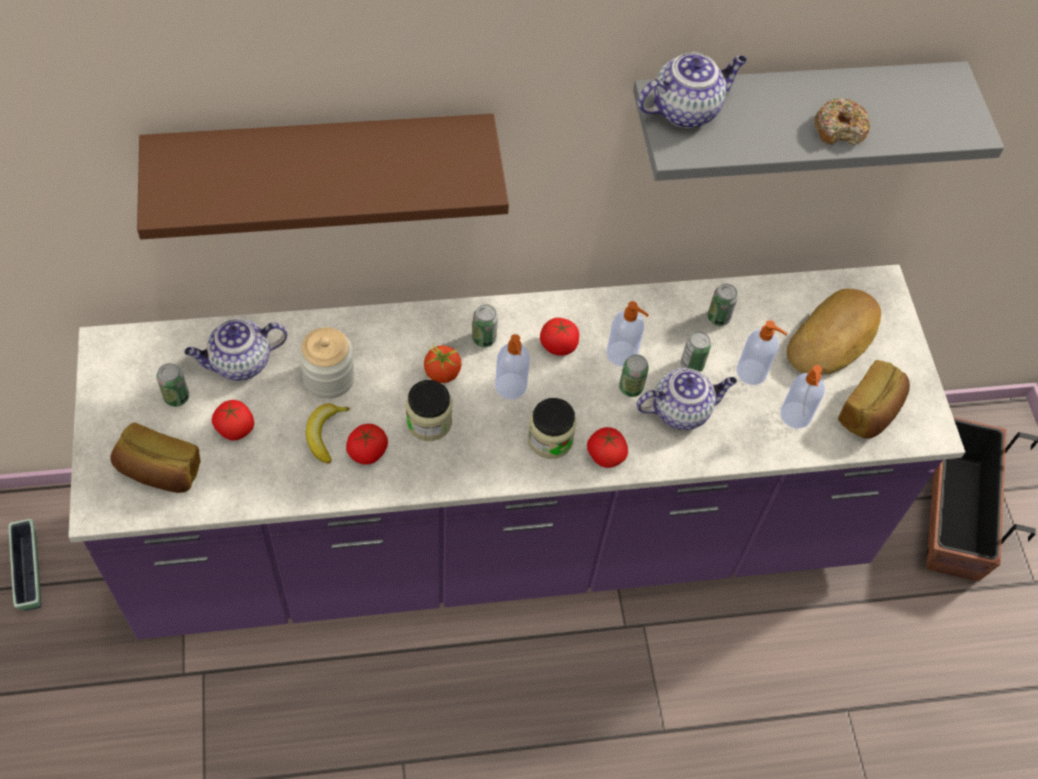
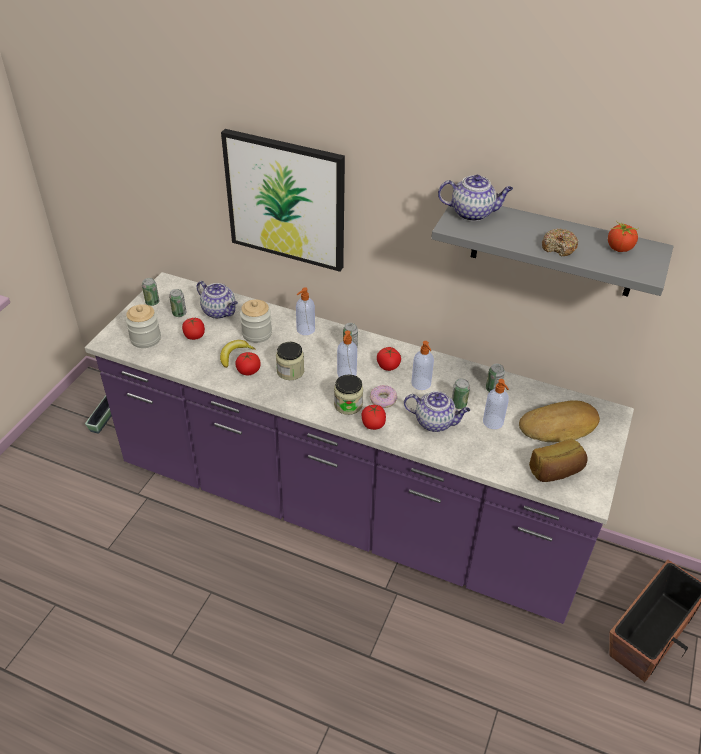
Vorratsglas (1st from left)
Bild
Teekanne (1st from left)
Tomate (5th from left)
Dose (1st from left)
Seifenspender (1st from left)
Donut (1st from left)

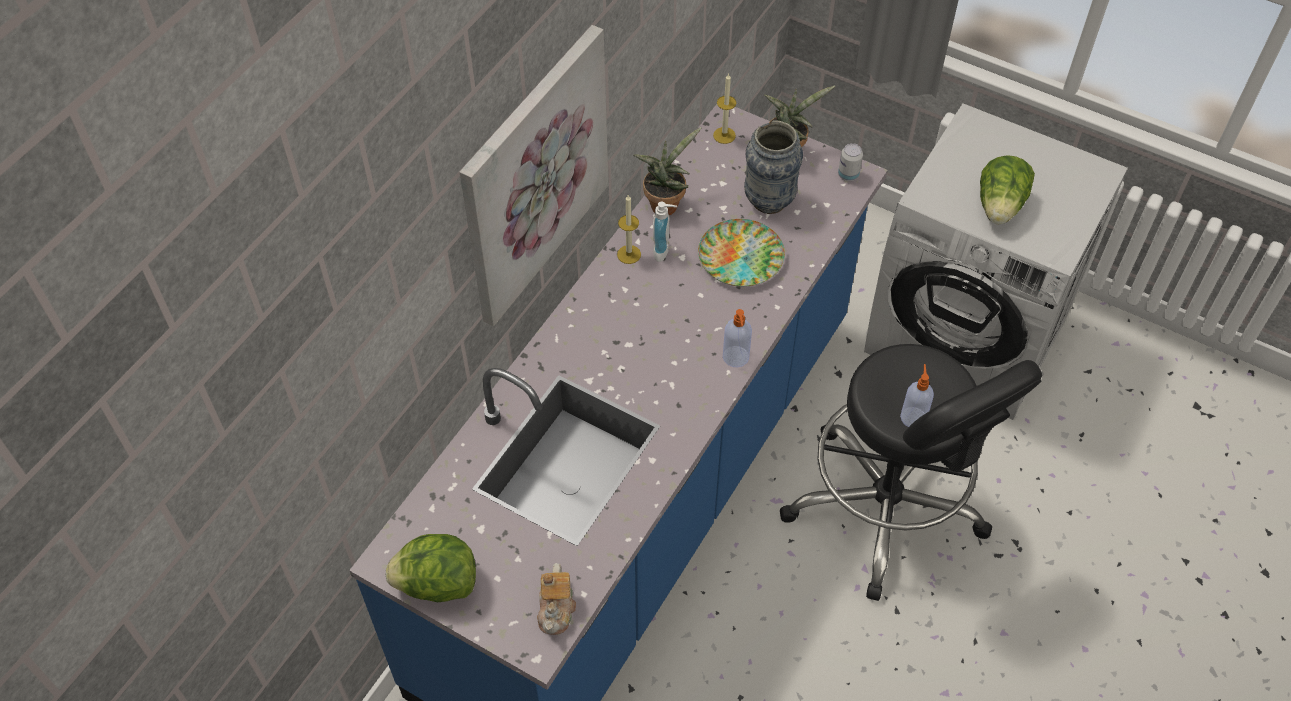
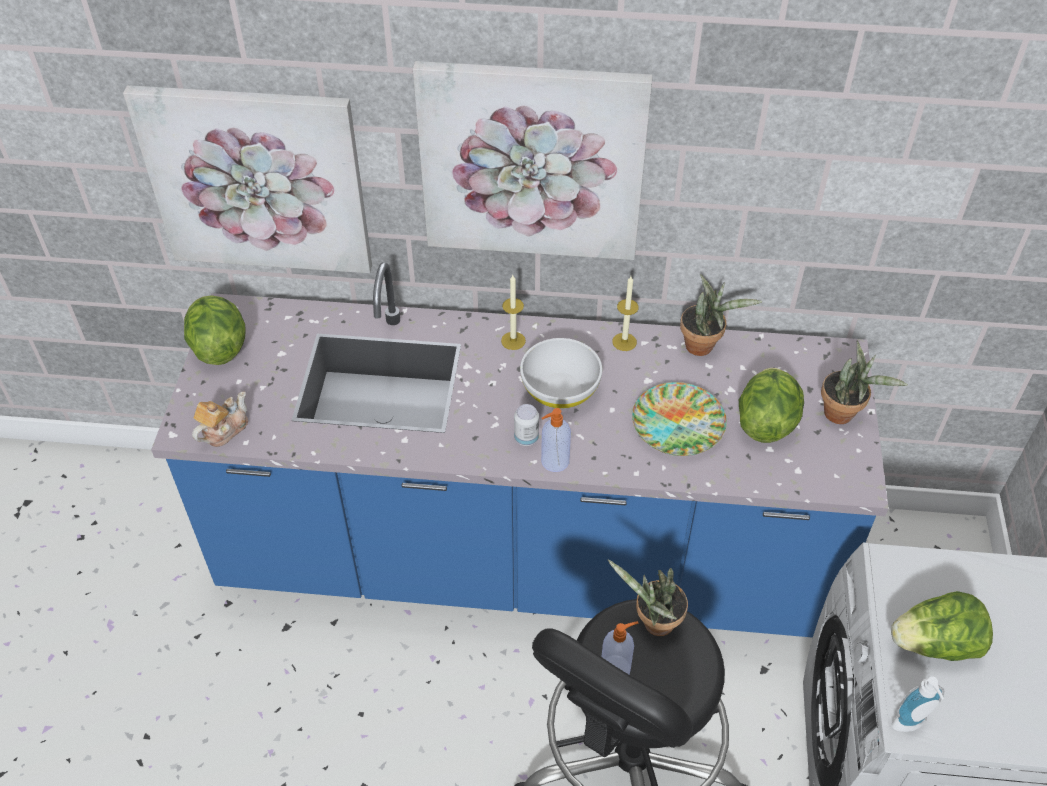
Teekanne
Seifenspender (3rd from left)
Kerze (1st from left)
Salatkopf (2nd from left)
Dose
Bild (1st from left)
Schüssel/weiß
Topfpflanze (1st from left)

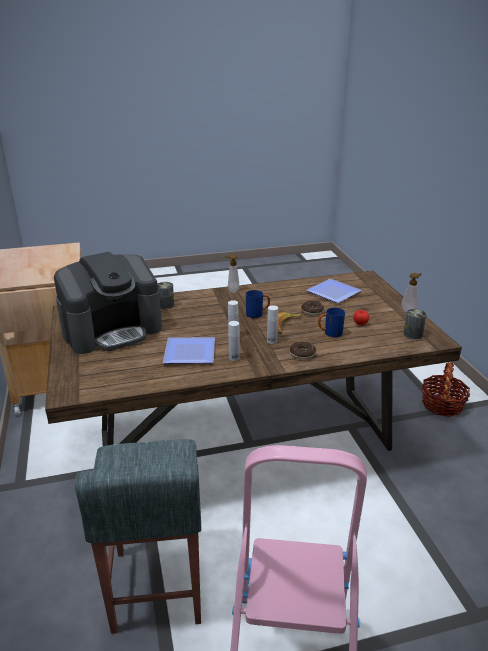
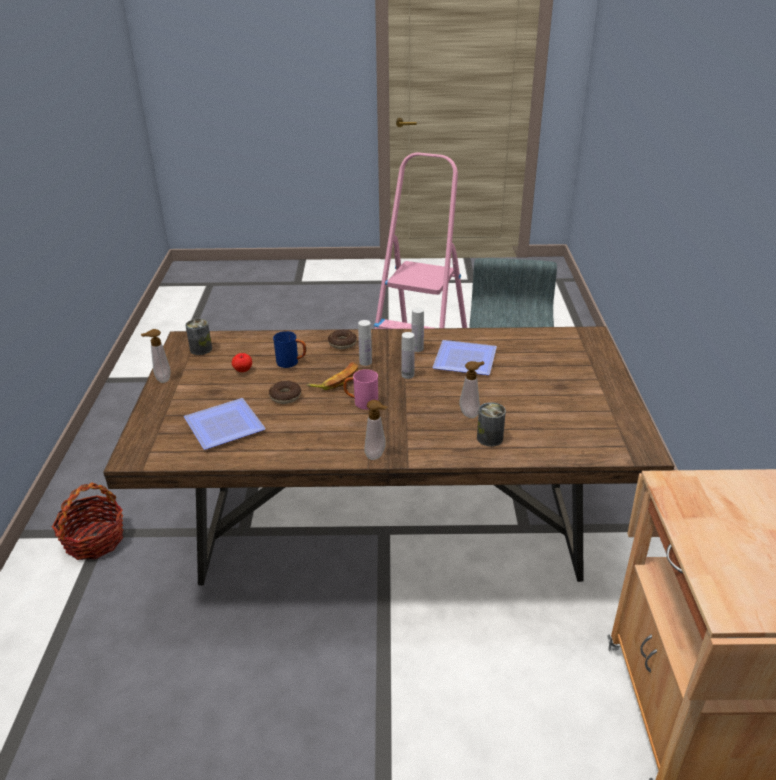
Kaffeemaschine
Henkelbecher/rosa
Seifenspender (3rd from left)

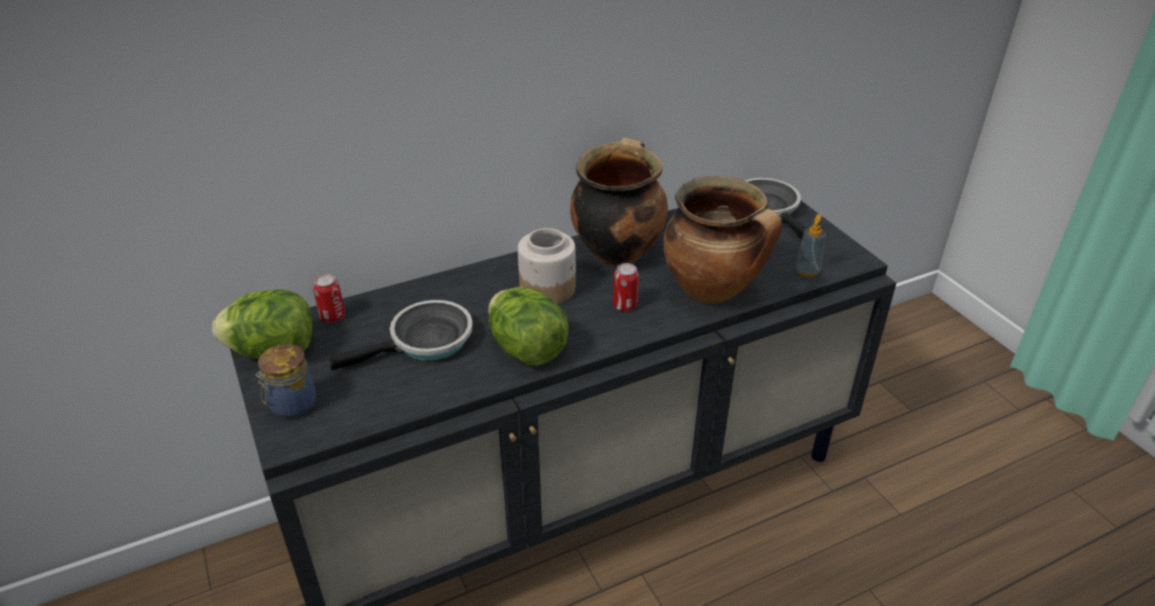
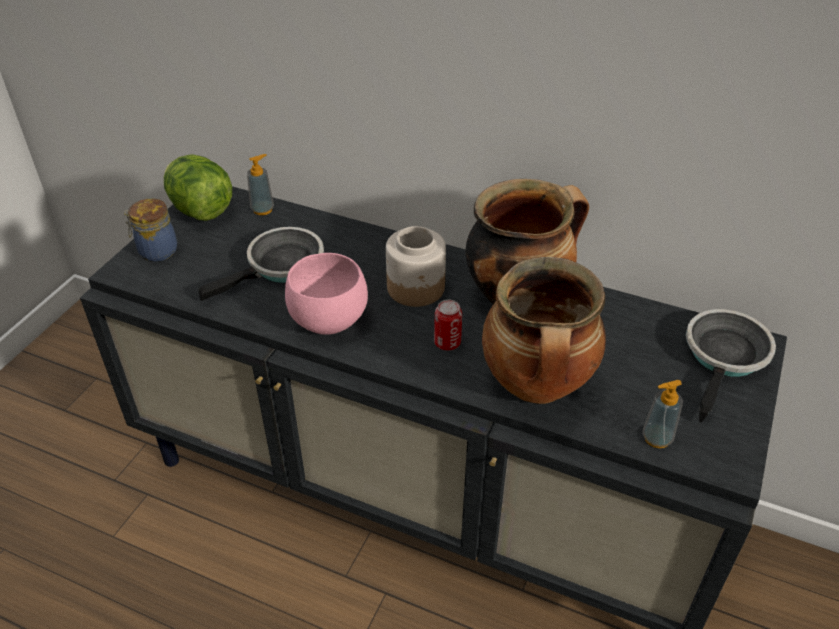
Seifenspender (1st from left)
Pfanne (1st from left)
Schüssel/rosa

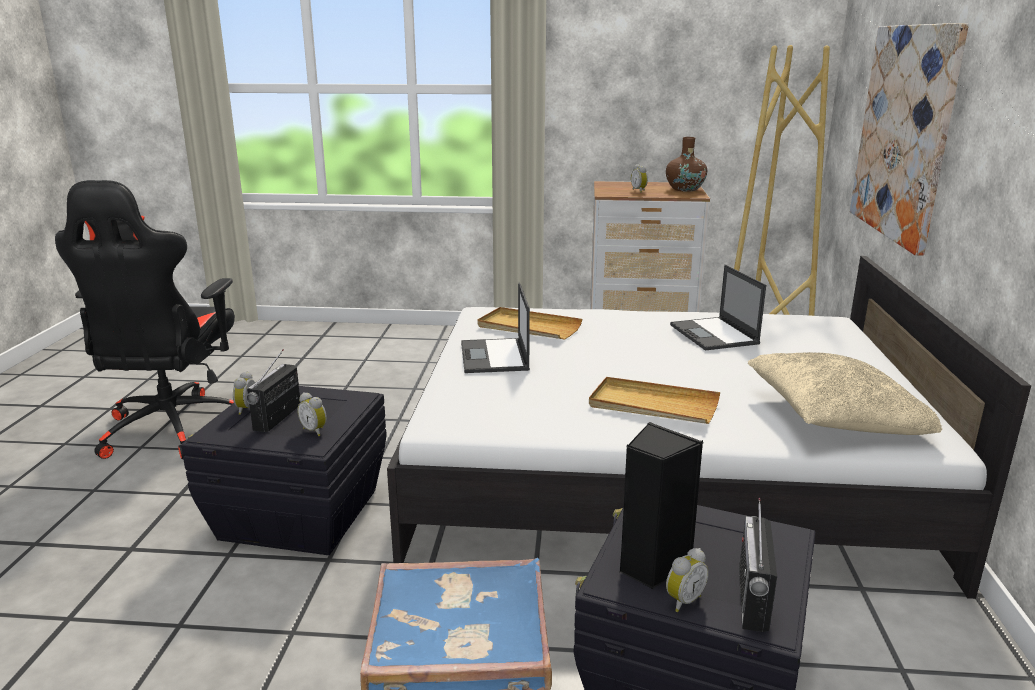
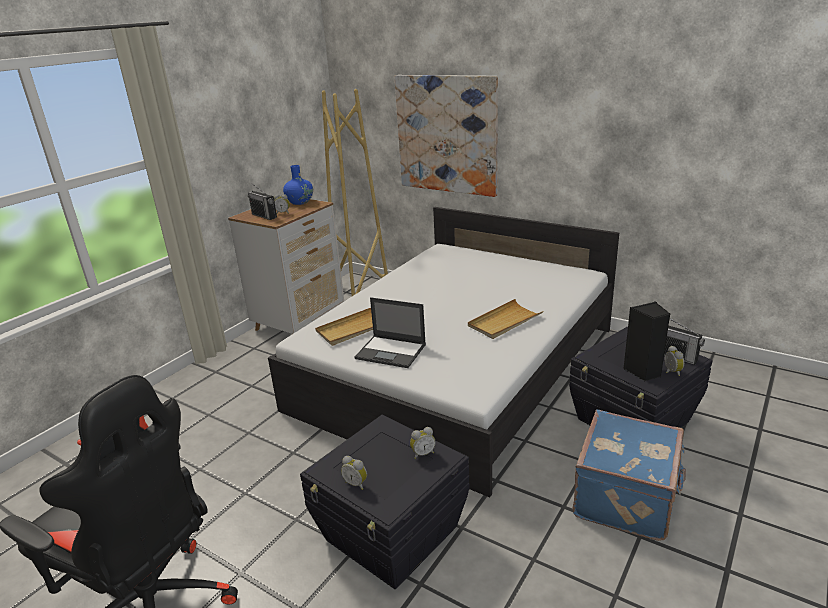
Radio (1st from left)
Vase/blau
Laptop (2nd from left in the first image)
Kissen/beige

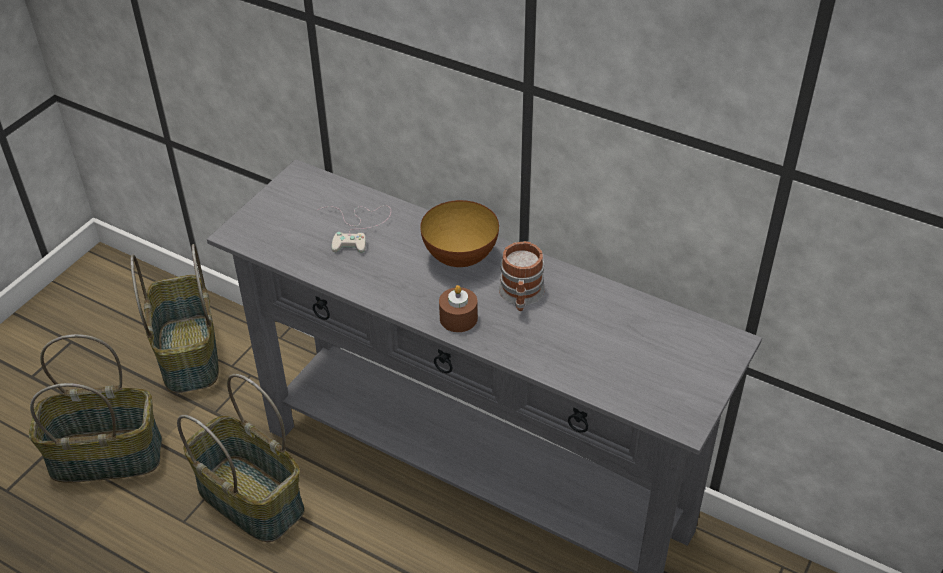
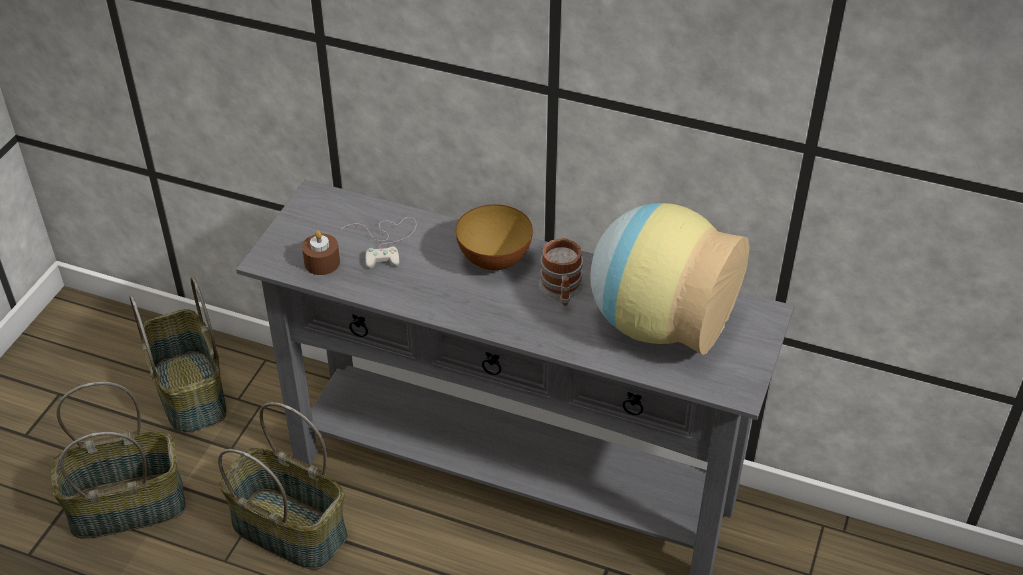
Kerze/braun
Vase

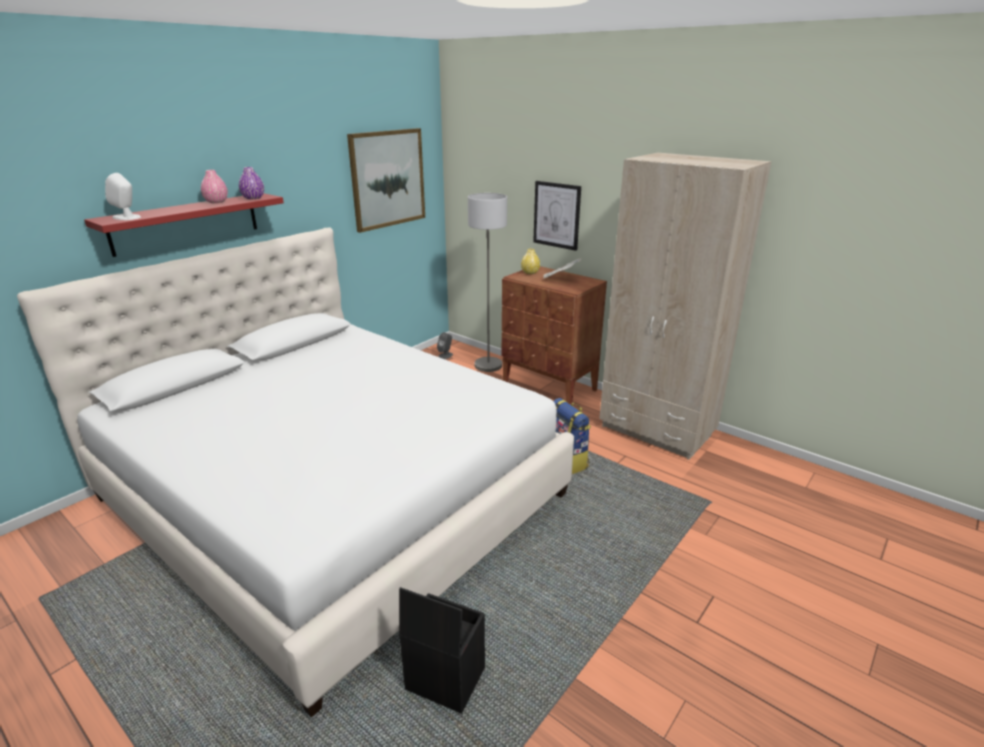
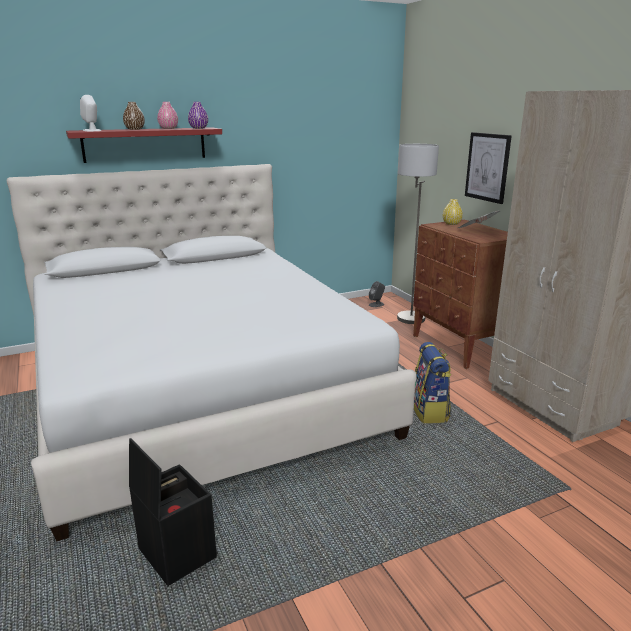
Bild (1st from left in the first image)
Vase/braun

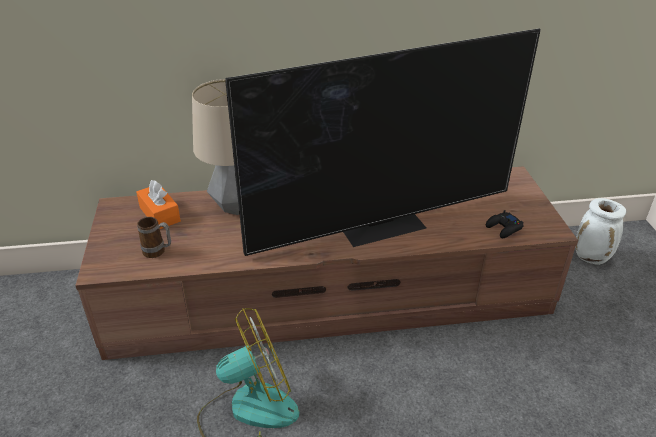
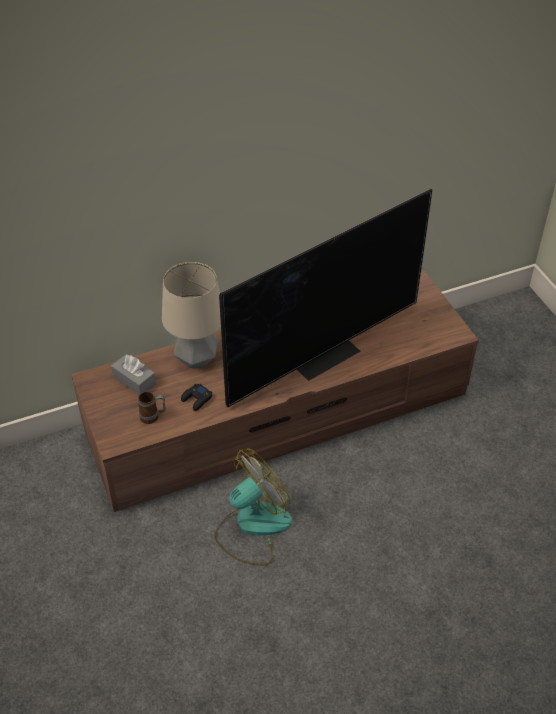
Taschentuchbox/grau
Gamepad/schwarz
Vase/weiß

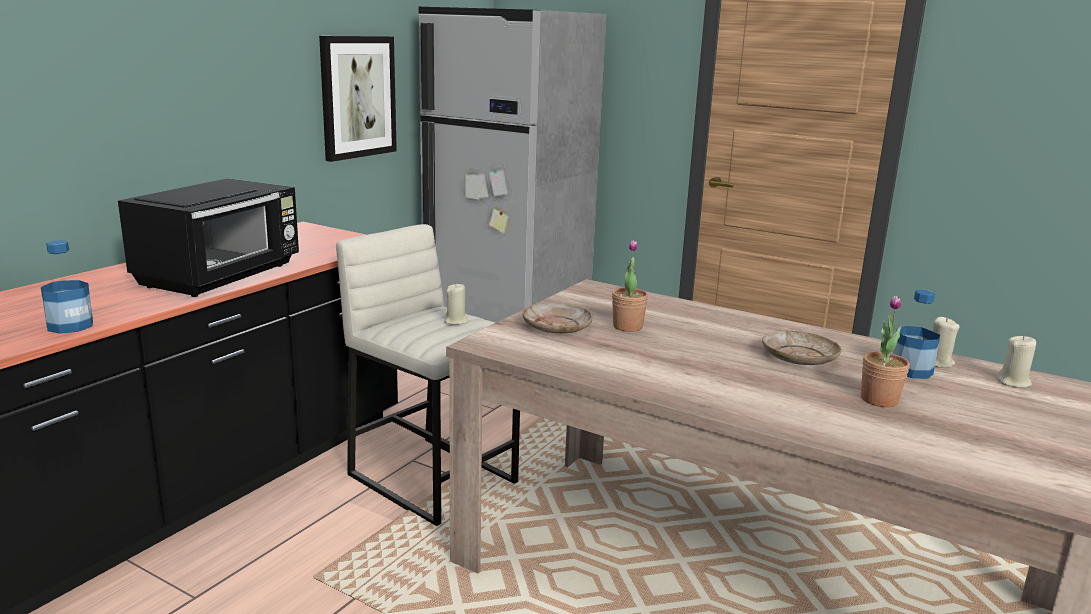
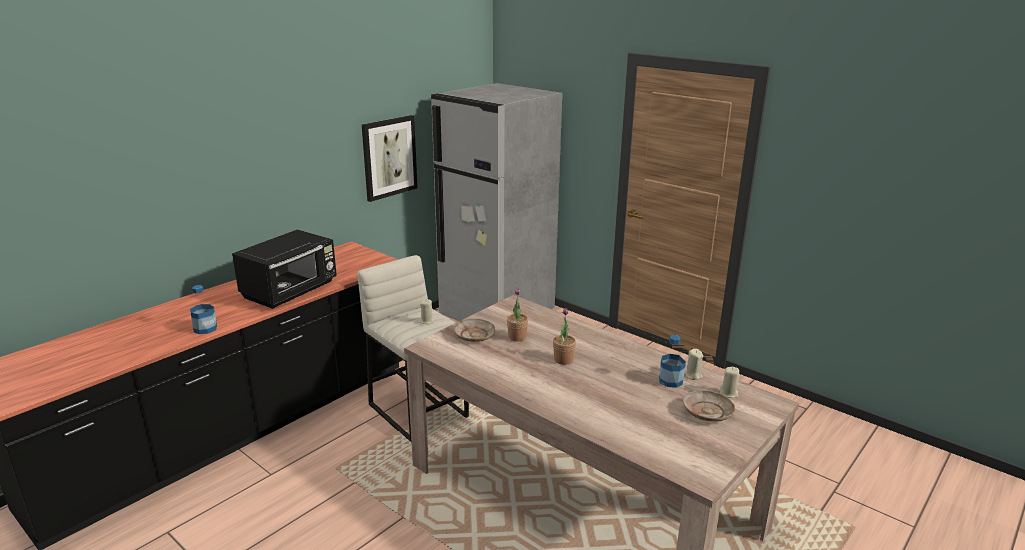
Teller/beige (2nd from left)
Topfpflanze (2nd from left)

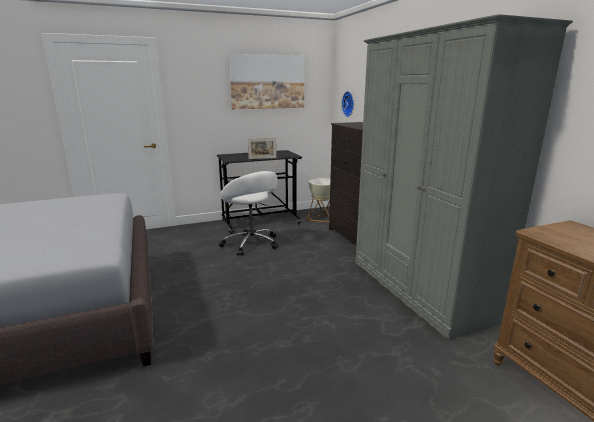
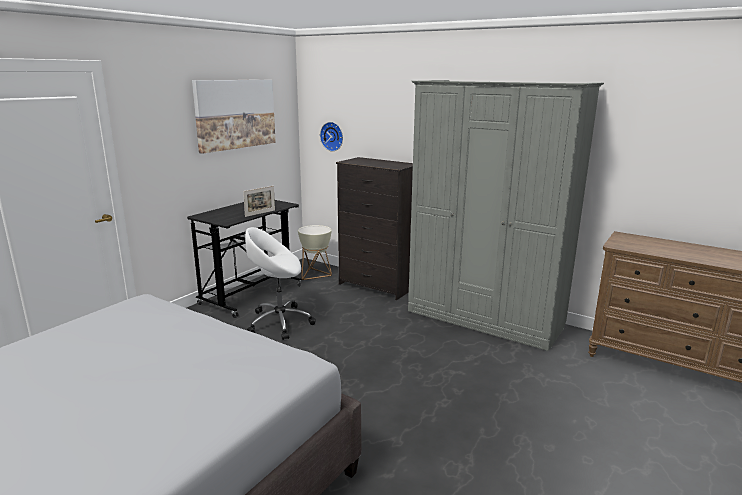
Bürostuhl/weiß

